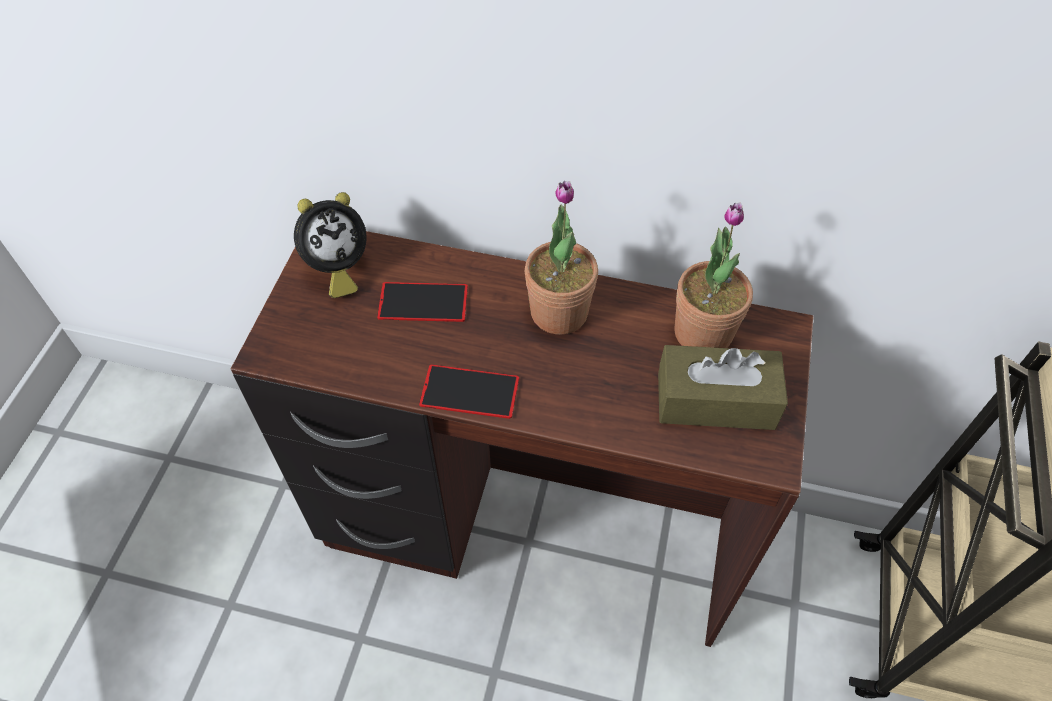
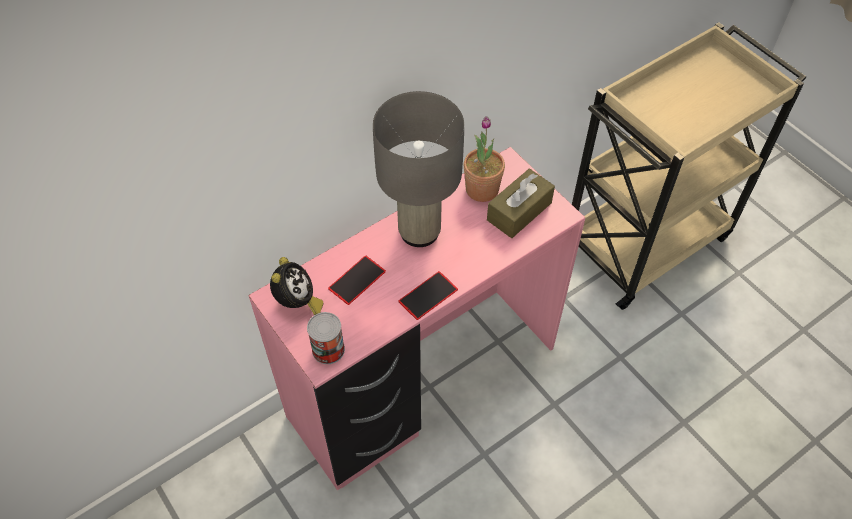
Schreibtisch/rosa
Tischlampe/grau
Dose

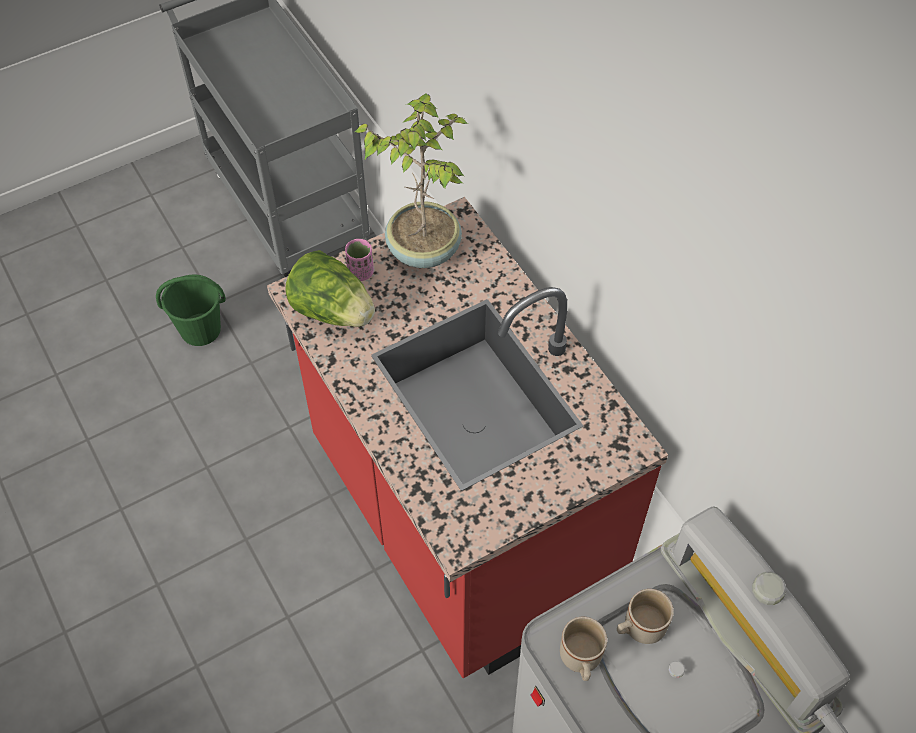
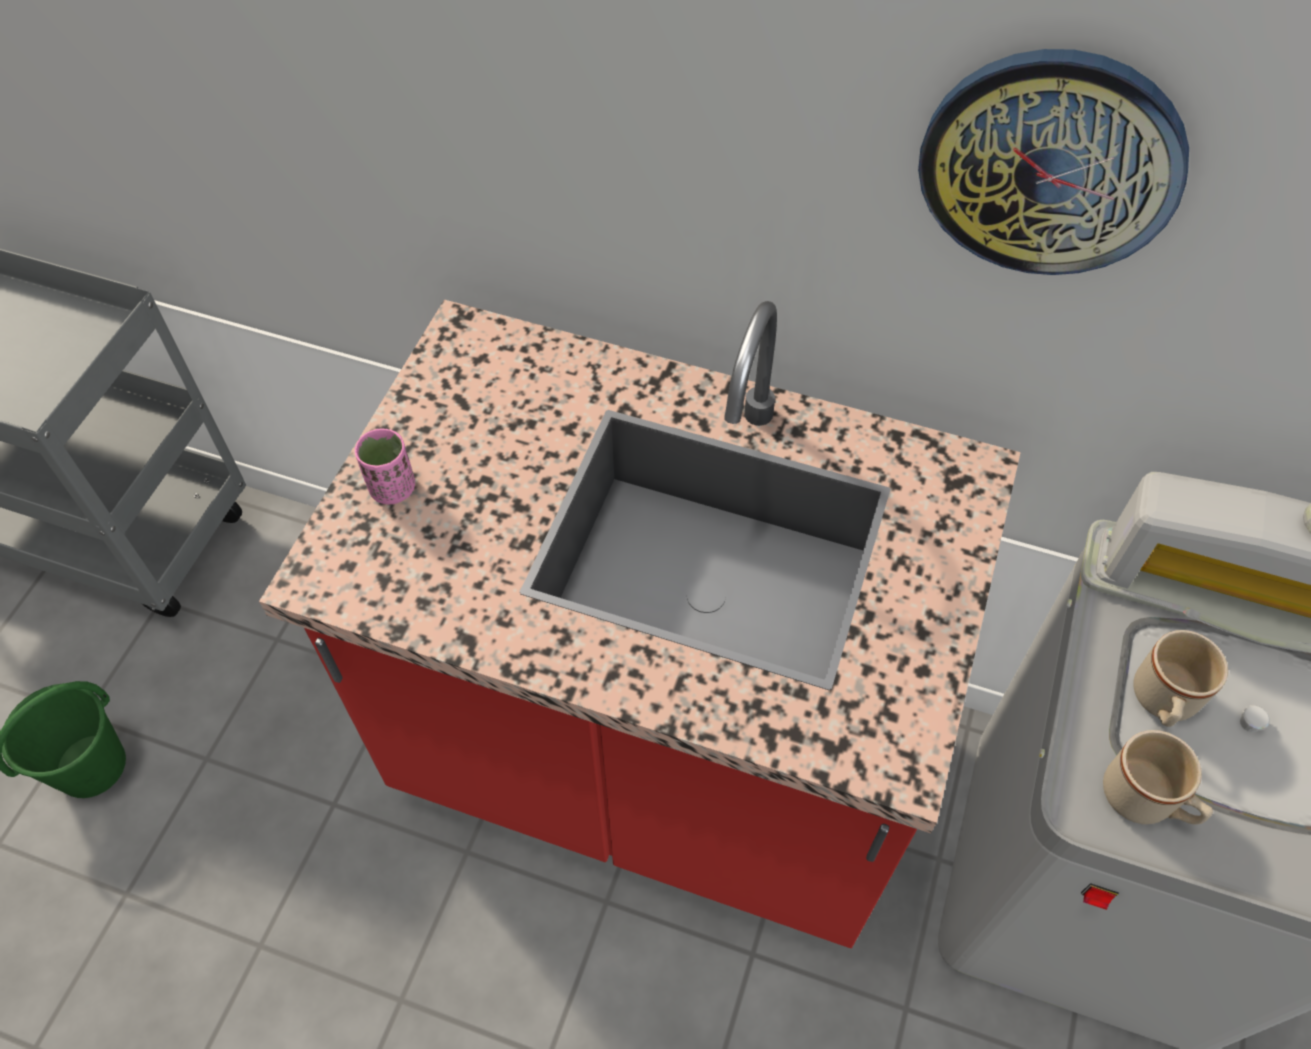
Salatkopf
Topfpflanze
Wanduhr

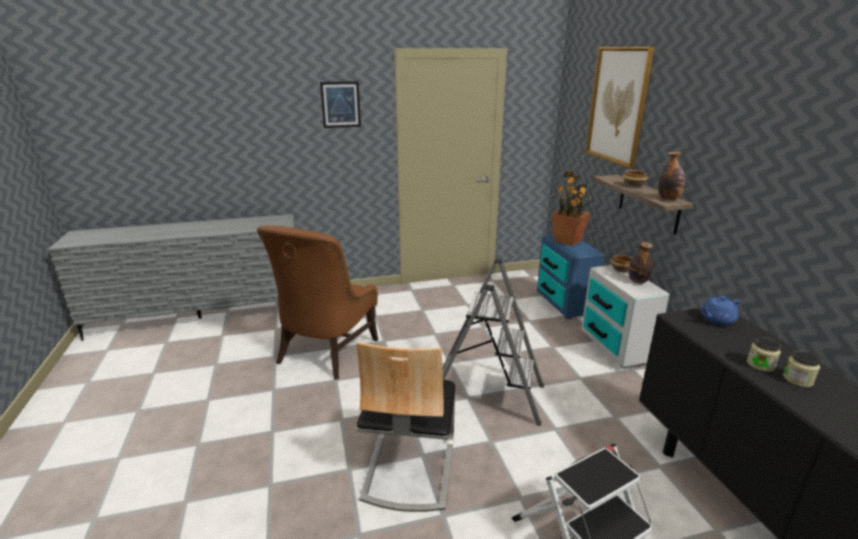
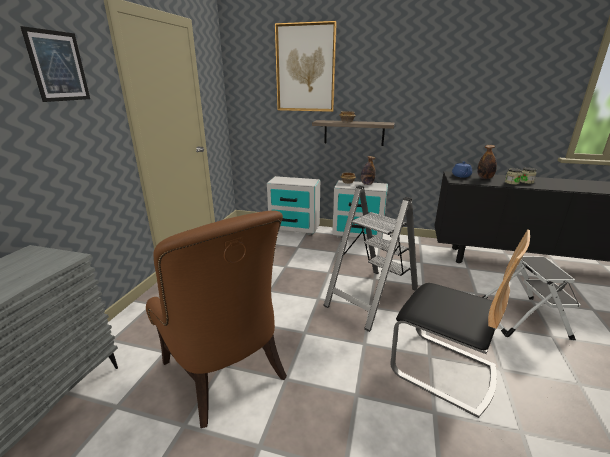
Nachttisch/weiß (1st from left)
Topfpflanze
Flasche (2nd from left)

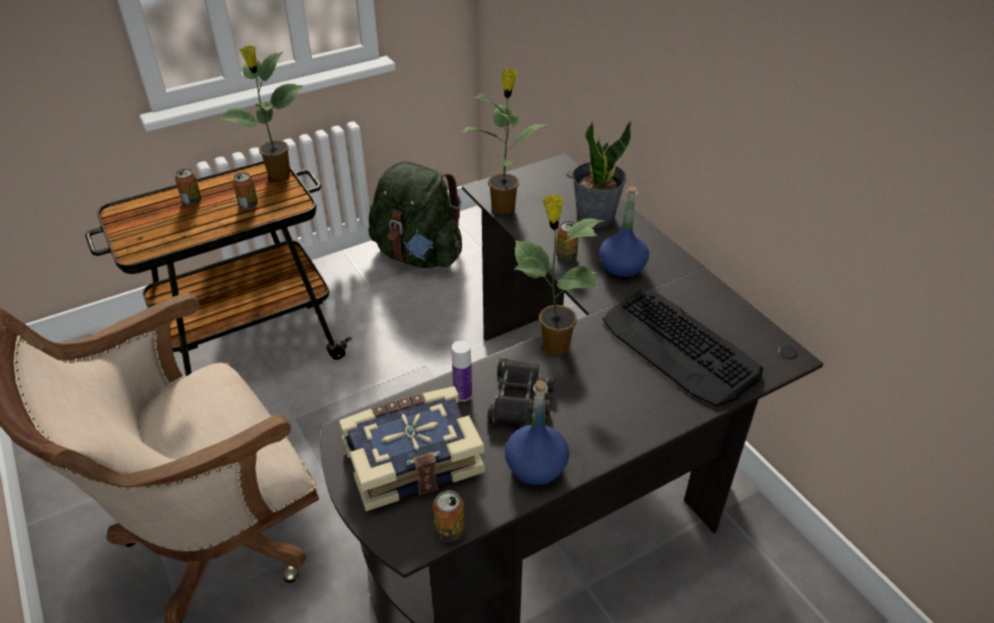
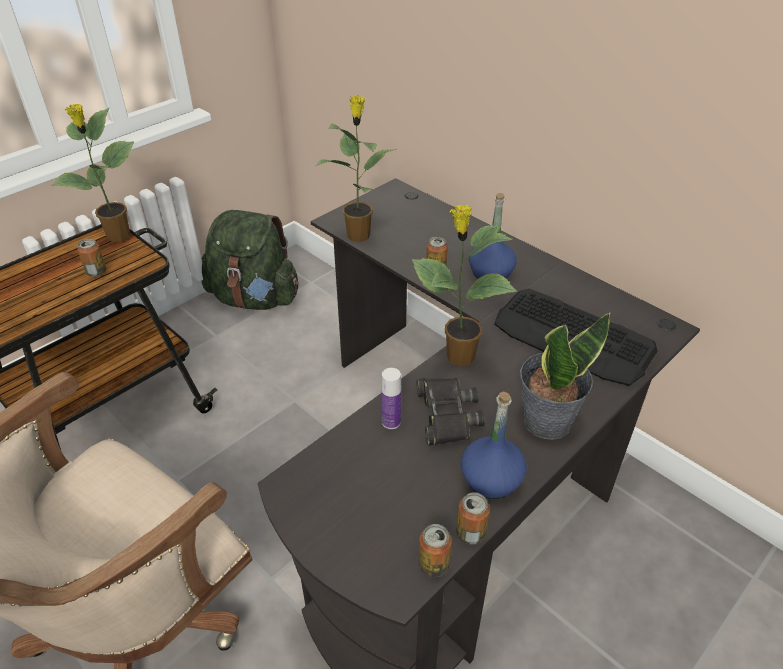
Dose (4th from left)
Buch
Topfpflanze (4th from left)

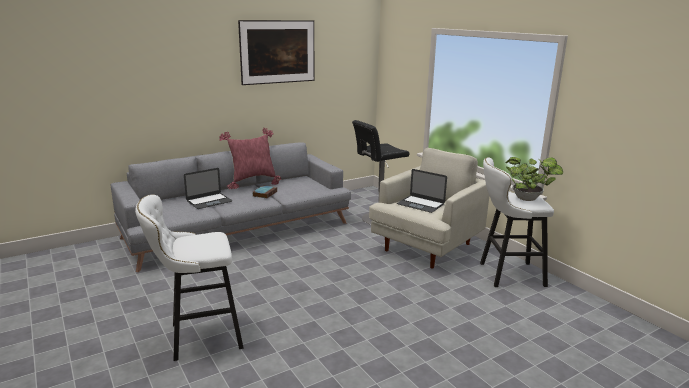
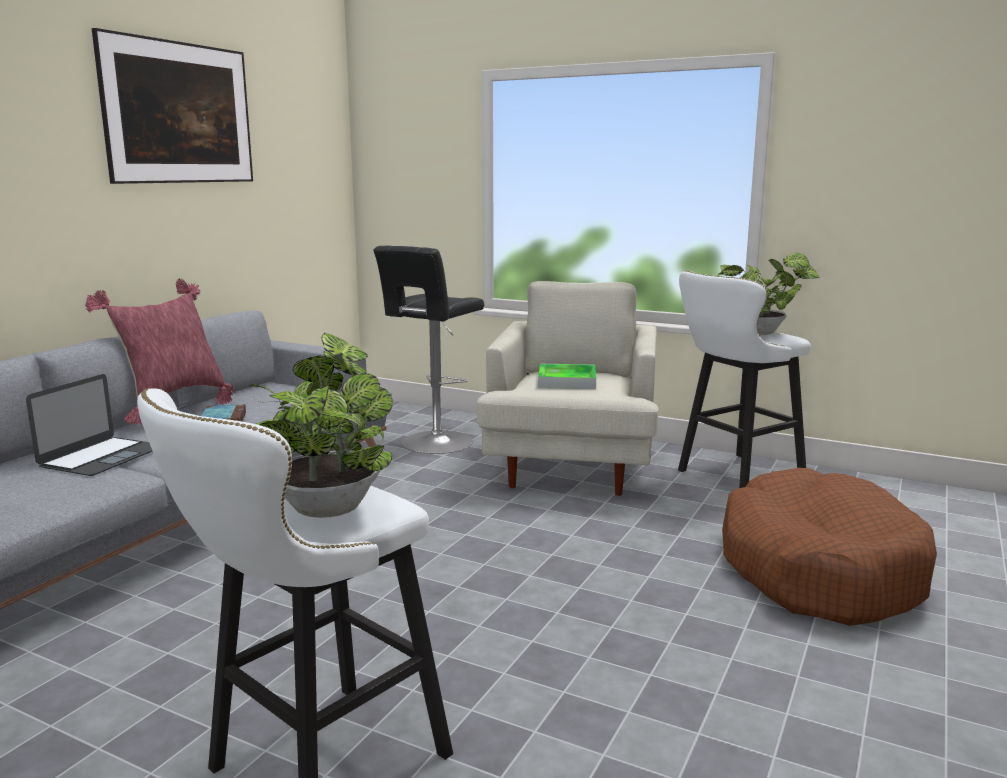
Tablett
Topfpflanze (1st from left)
Hundebett/braun

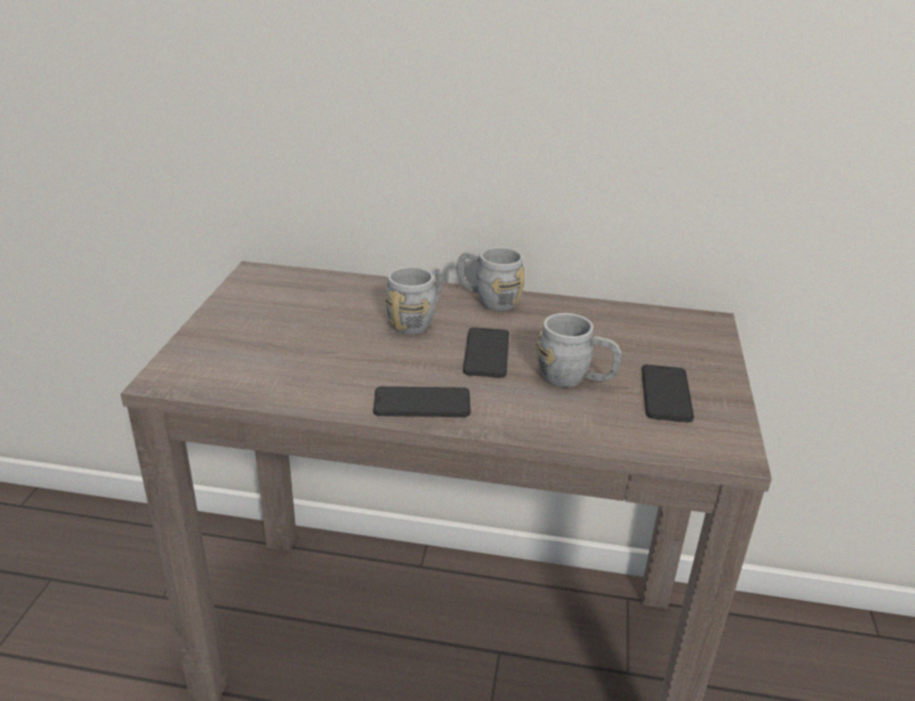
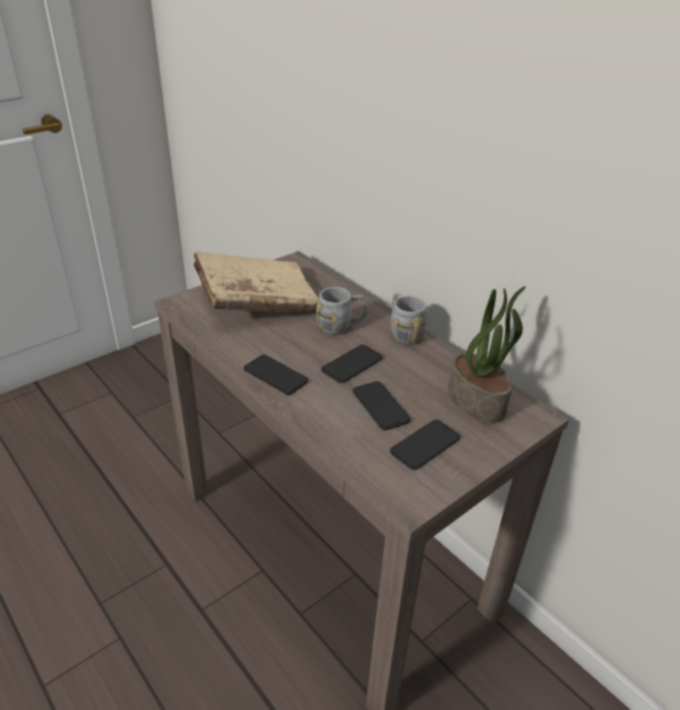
Handy (3rd from left)
Buch/beige
Topfpflanze

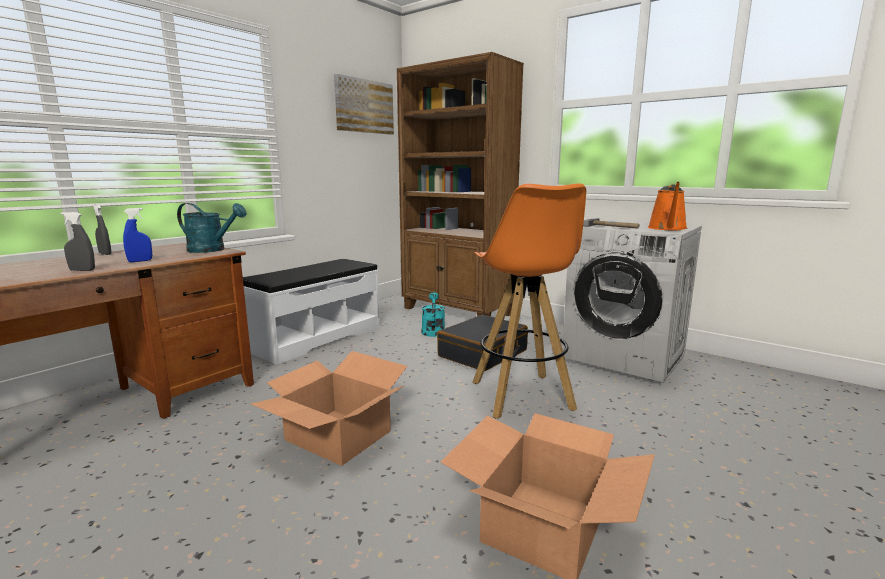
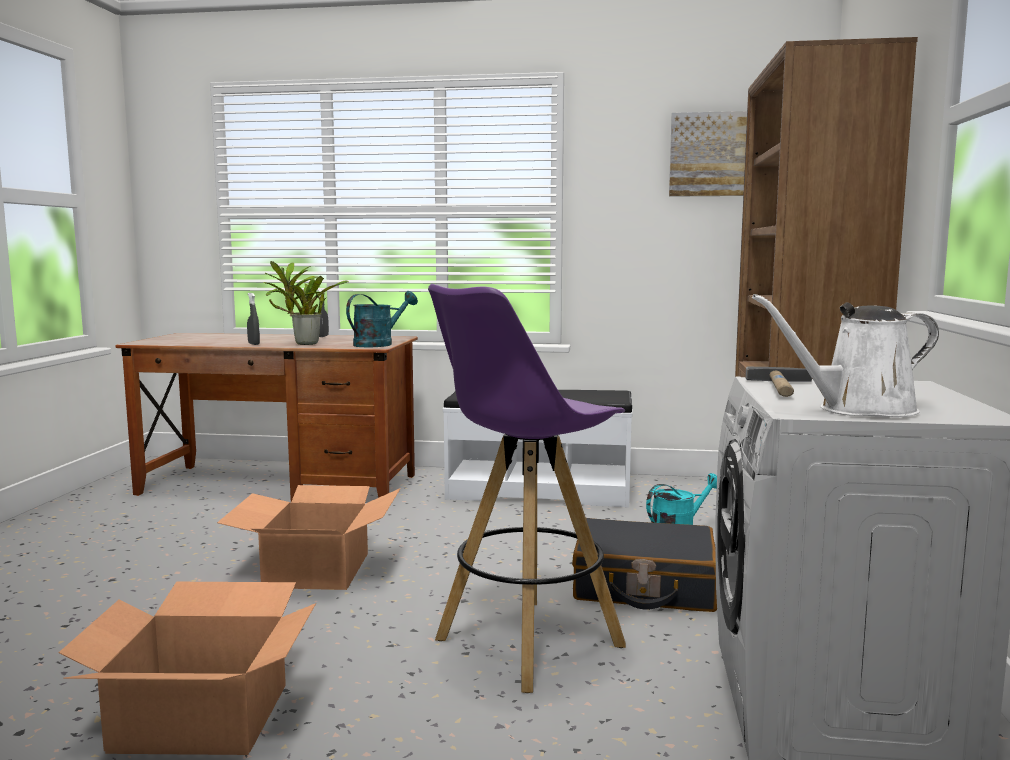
Topfpflanze
Gießkanne/türkis (1st from left)
Hocker/lila
Gießkanne/weiß

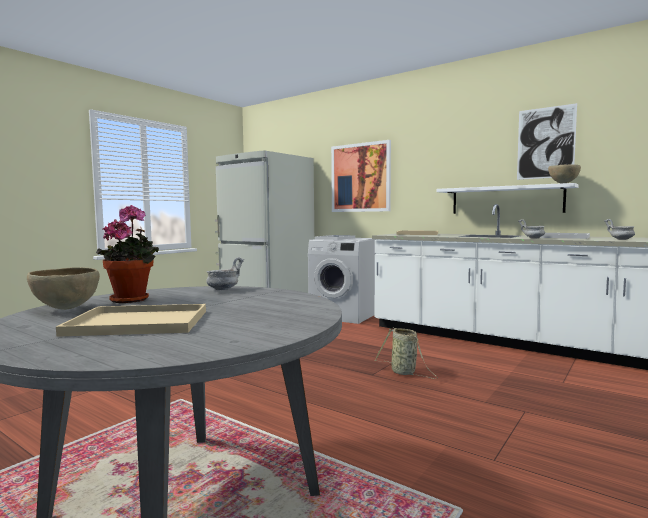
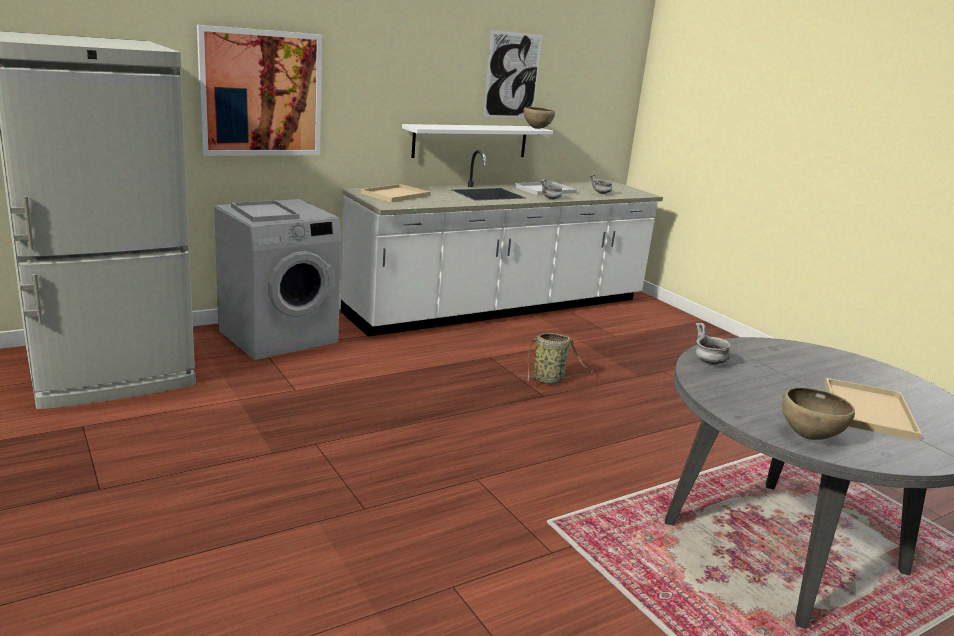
Topfpflanze

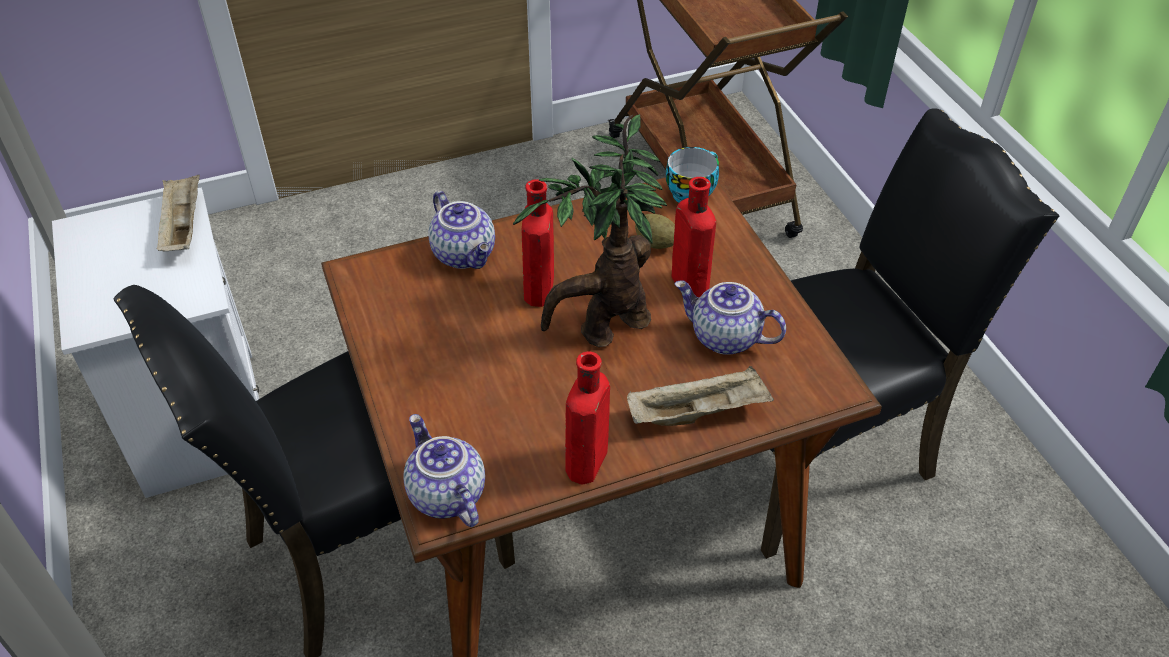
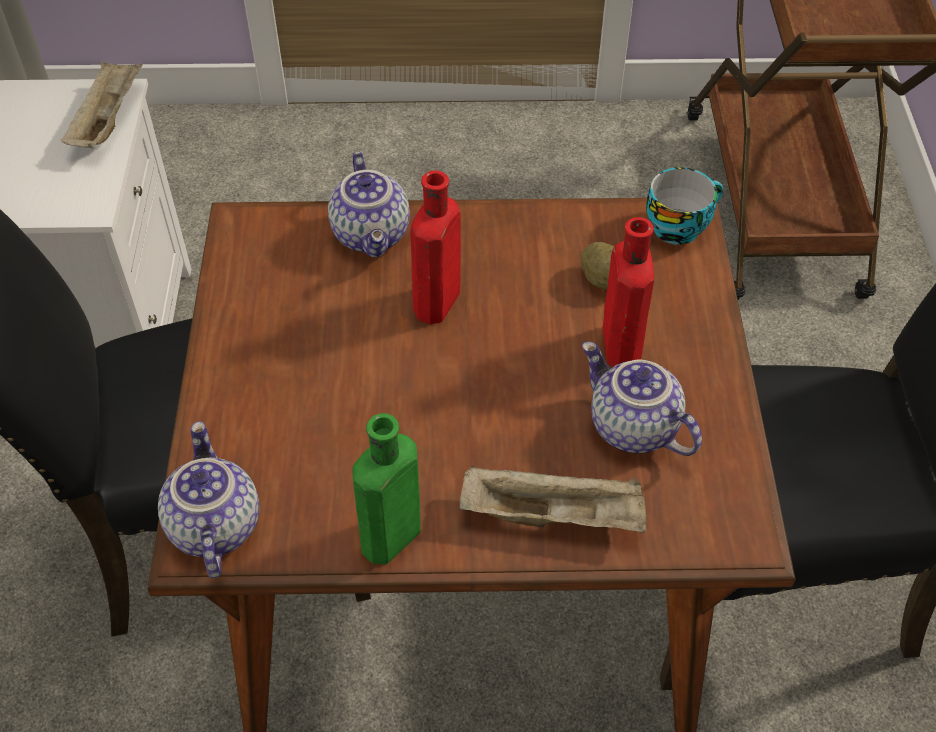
Topfpflanze
Flasche/grün

